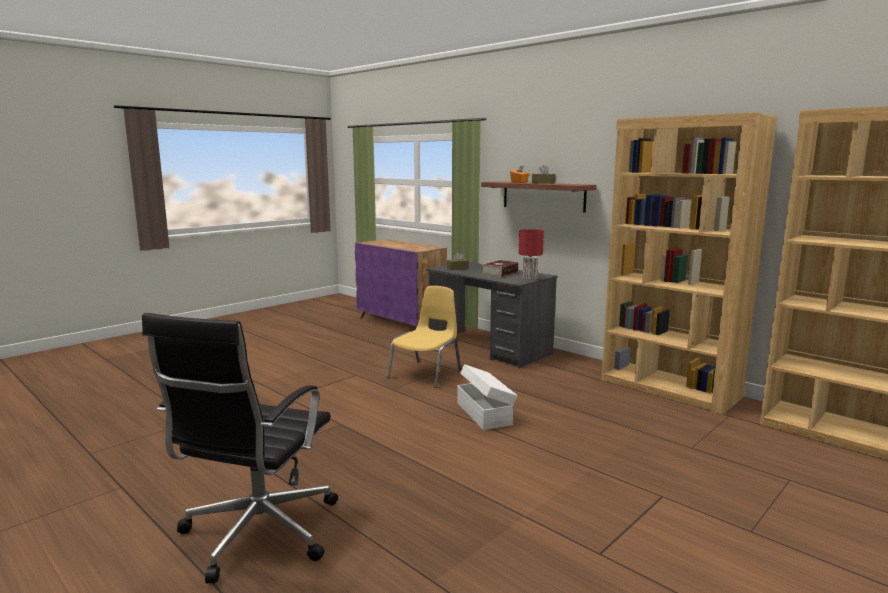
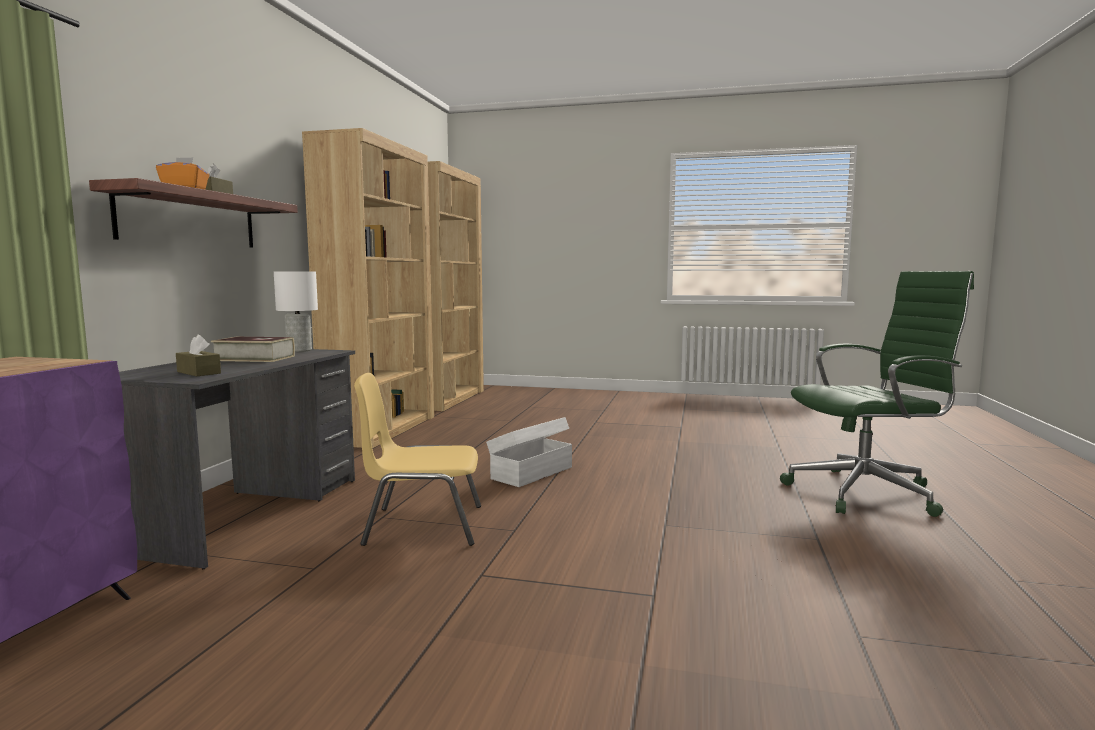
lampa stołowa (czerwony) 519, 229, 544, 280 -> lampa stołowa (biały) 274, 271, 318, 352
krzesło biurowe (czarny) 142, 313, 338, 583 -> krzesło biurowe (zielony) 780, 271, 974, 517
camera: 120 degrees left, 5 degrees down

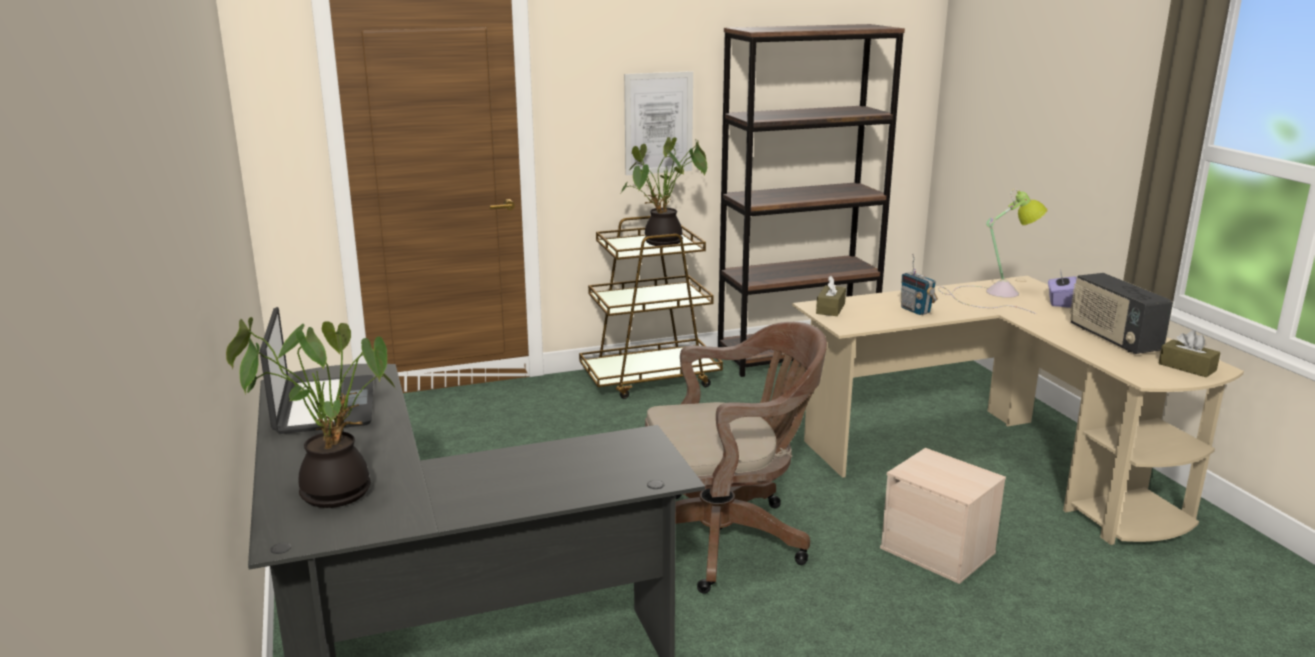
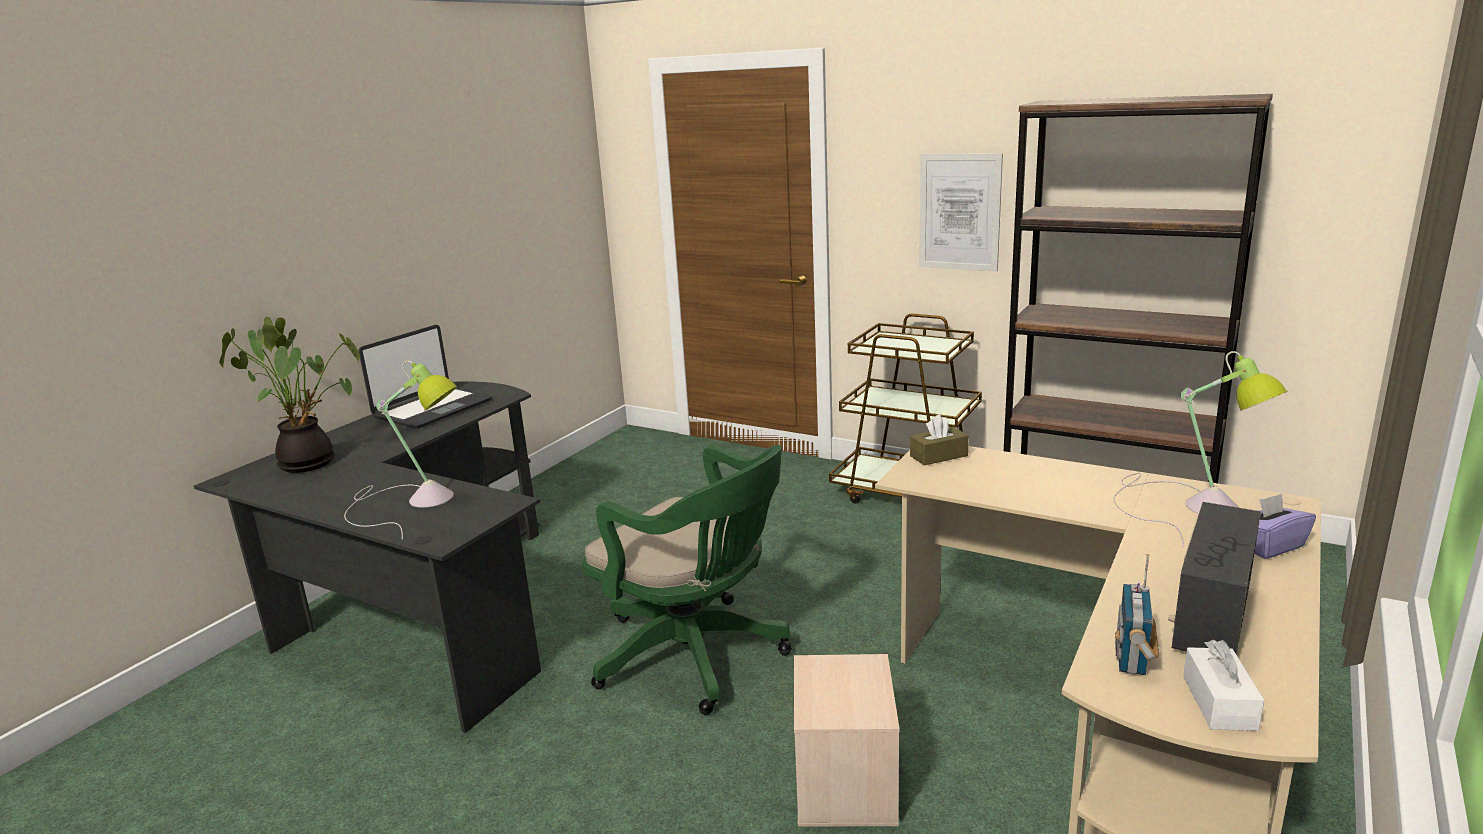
roślina doniczkowa 621, 137, 707, 246 -> none
radio 901, 254, 938, 315 -> radio 1115, 554, 1159, 675, move
krzesło biurowe (brązowy) 645, 322, 827, 594 -> krzesło biurowe (zielony) 582, 445, 792, 715
pudełko chusteczek (brązowy) 1159, 330, 1221, 377 -> pudełko chusteczek (biały) 1183, 640, 1264, 731
none -> lampa stołowa 344, 361, 458, 540
camera: 50 degrees right, 0 degrees up

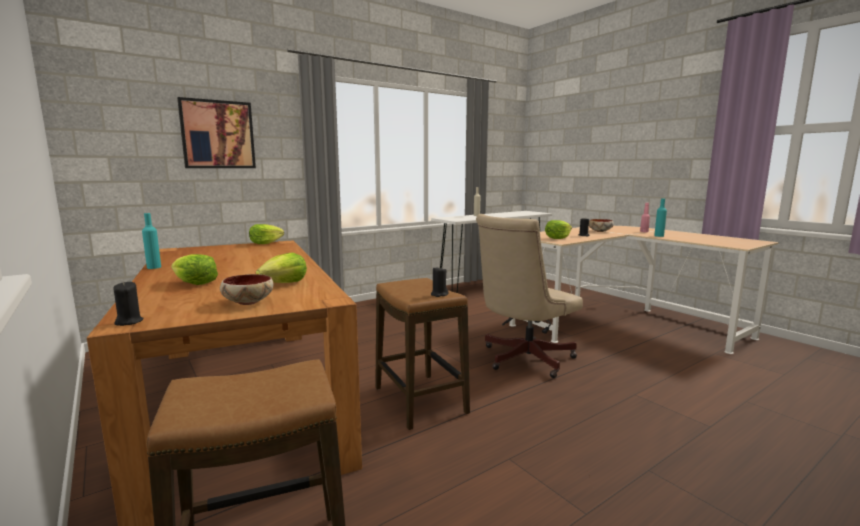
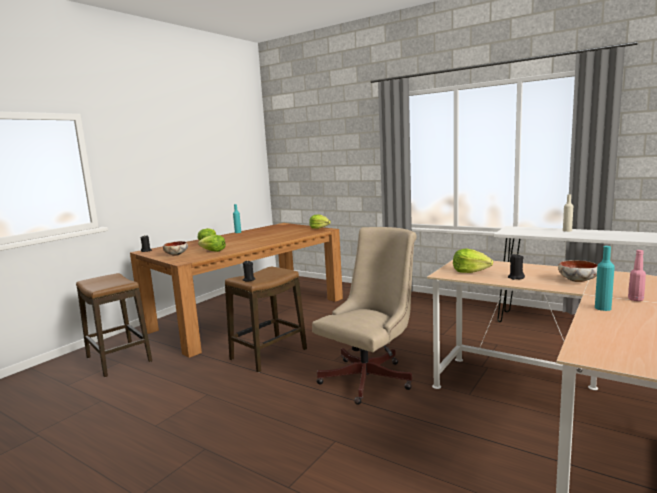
obraz 177, 97, 256, 168 -> none
krzesło biurowe (beżowy) 476, 214, 583, 378 -> krzesło biurowe (beżowy) 312, 227, 417, 405, 105 degrees clockwise
camera: 70 degrees right, 0 degrees up

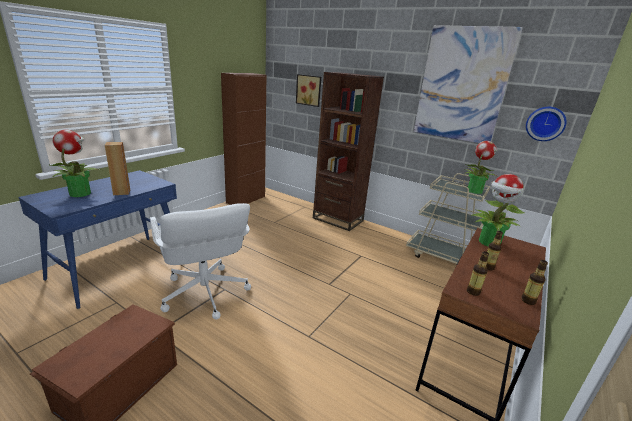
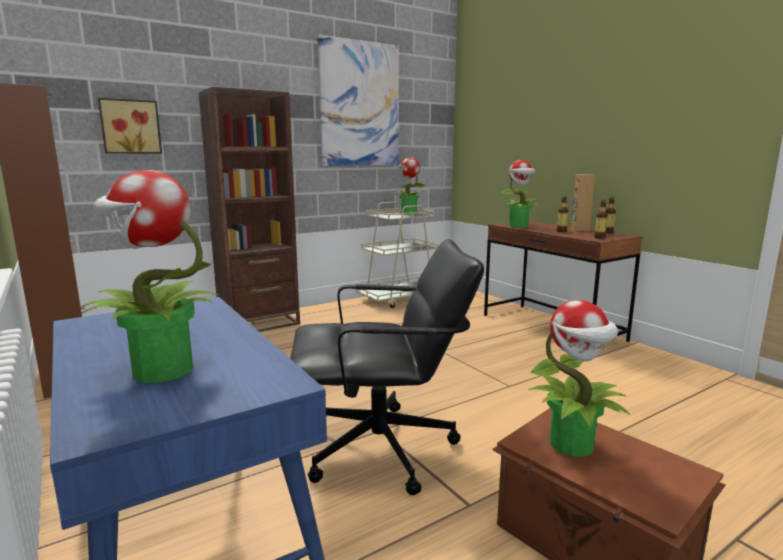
zegar ścienny 526, 107, 567, 141 -> none
głośnik (brązowy) 105, 142, 130, 195 -> głośnik (brązowy) 571, 174, 595, 231, move
krzesło biurowe (biały) 150, 203, 251, 319 -> krzesło biurowe (czarny) 290, 239, 484, 495
none -> roślina doniczkowa 528, 300, 631, 457
camera: 65 degrees left, 10 degrees down

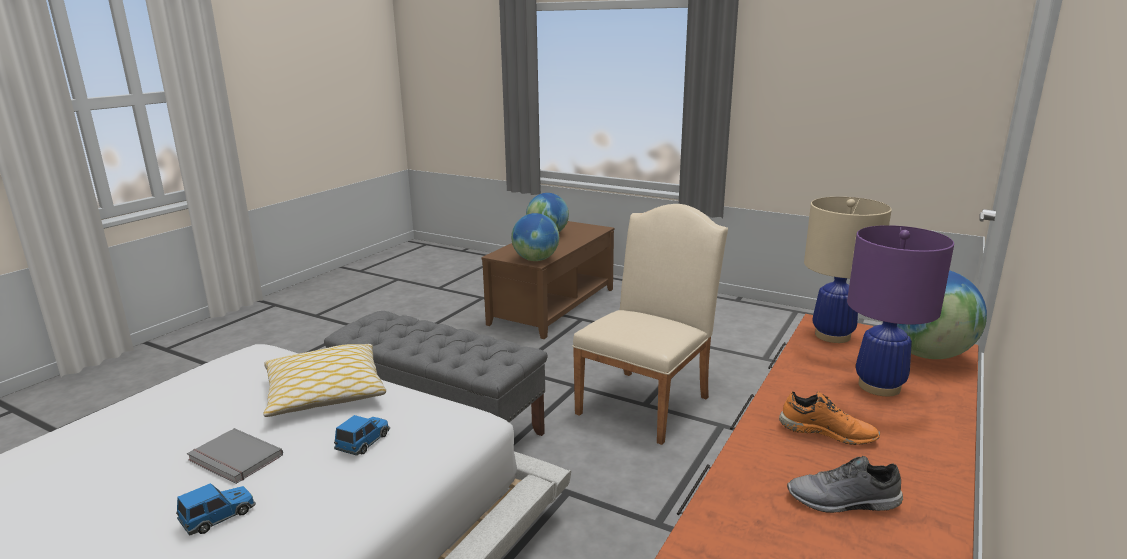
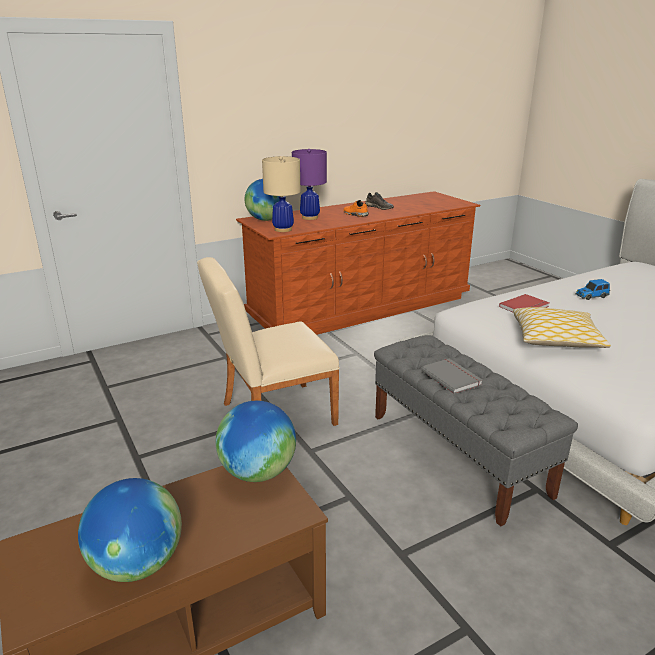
samochodzik 334, 415, 390, 456 -> książka (czerwony) 499, 294, 549, 312
książka (szary) 187, 428, 283, 484 -> książka (szary) 421, 359, 483, 394, move
camera: 150 degrees left, 5 degrees up

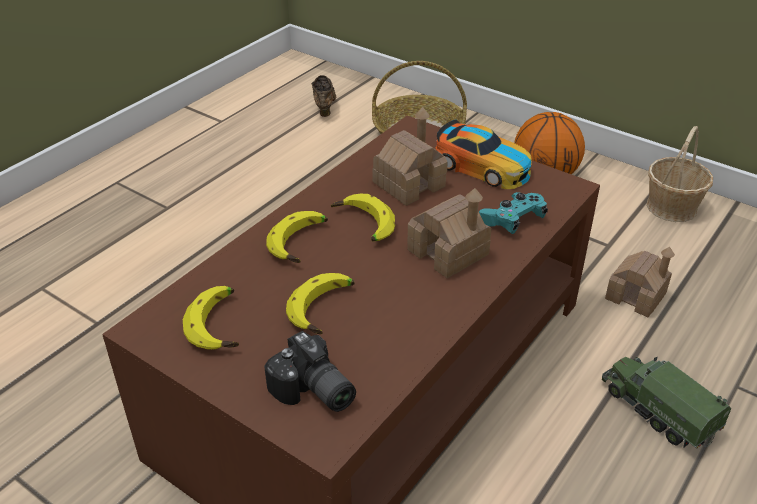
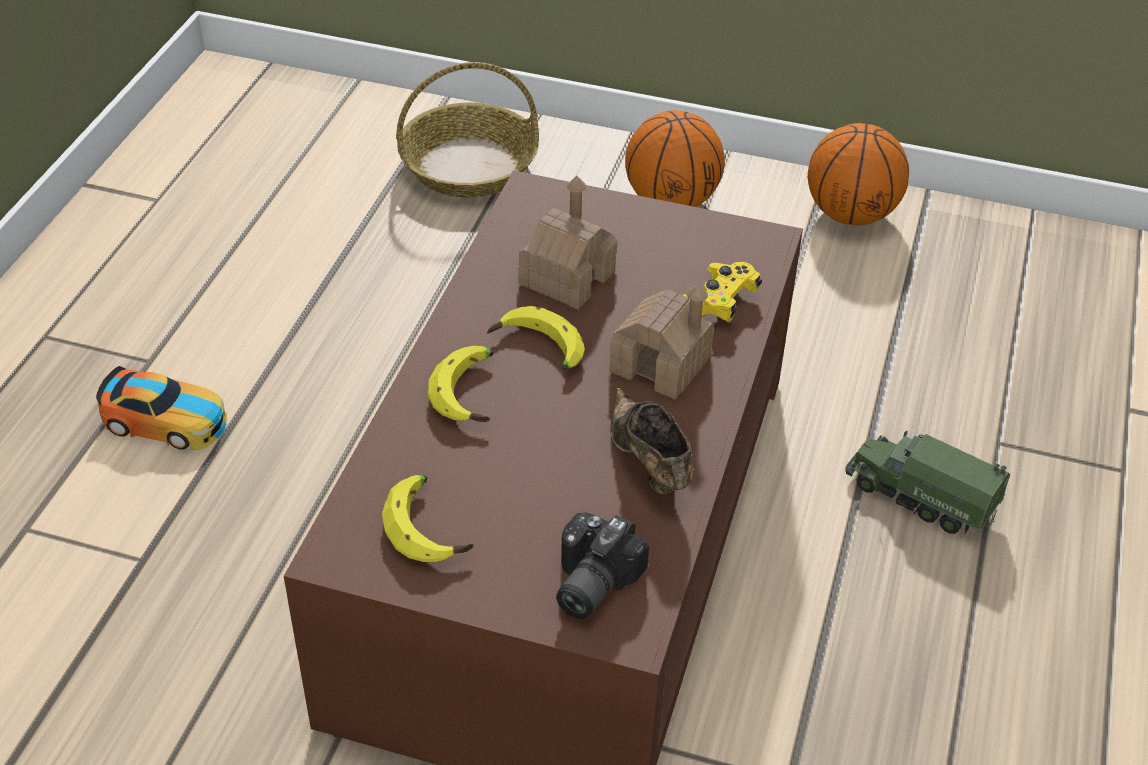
but (brązowy) 311, 75, 336, 117 -> but (brązowy) 610, 388, 693, 496, move
samochodzik 435, 120, 532, 189 -> samochodzik 96, 366, 227, 450, move
koszyk 646, 126, 713, 222 -> piłka do koszykówki 808, 123, 909, 226
pad do gier (turkusowy) 479, 192, 548, 234 -> pad do gier (żółty) 684, 262, 762, 322
domek 605, 247, 675, 317 -> none
banan 286, 273, 355, 334 -> none
aparat fotograficzny 264, 331, 356, 412 -> aparat fotograficzny 556, 512, 649, 619, 90 degrees clockwise
camera: 20 degrees left, 5 degrees up

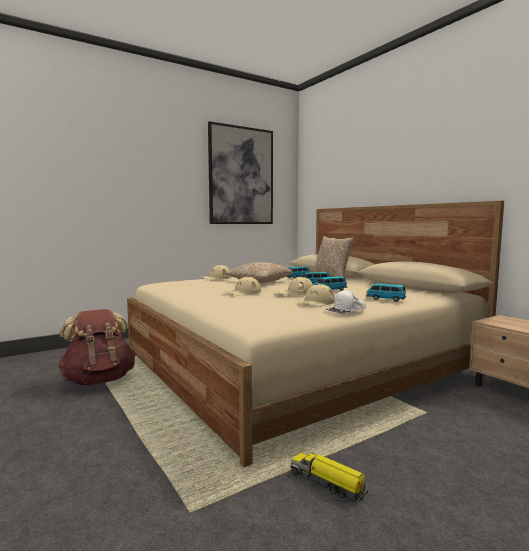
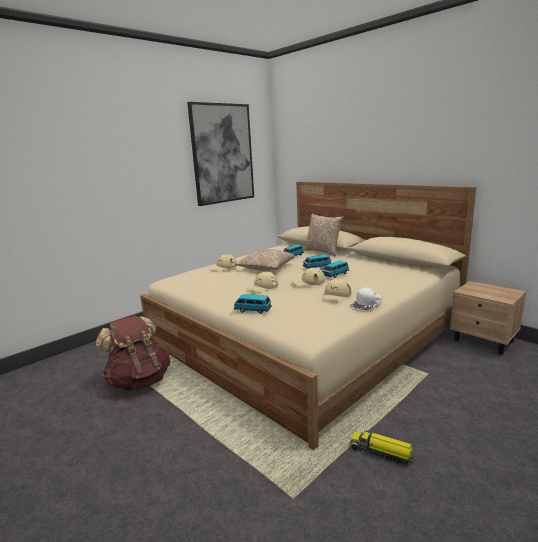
samochodzik 367, 283, 406, 302 -> samochodzik 234, 294, 272, 314, move
camera: 10 degrees left, 10 degrees up

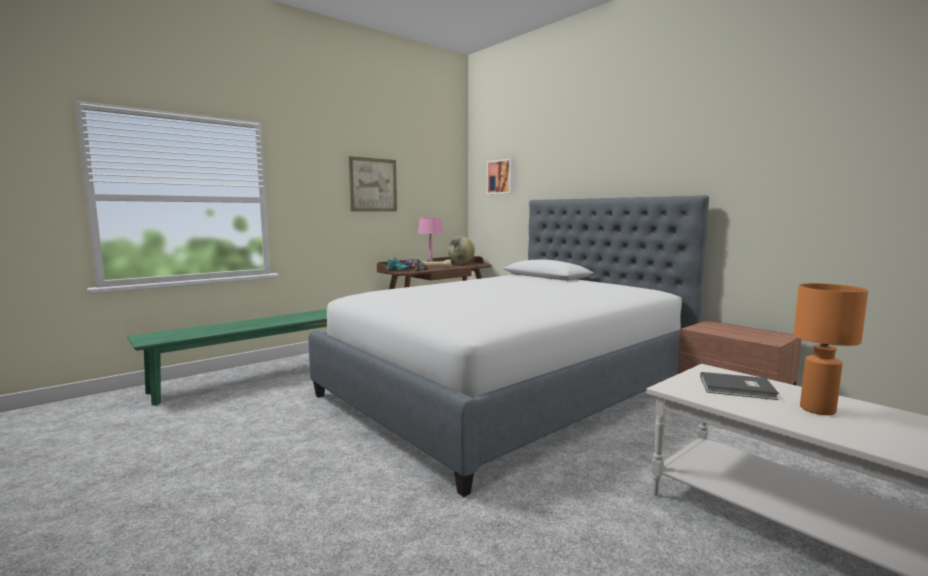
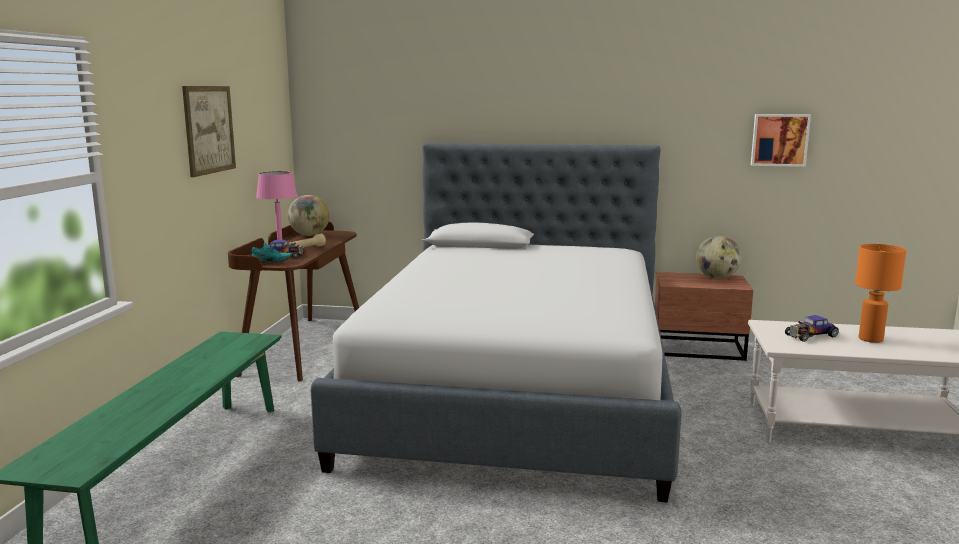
obraz 487, 158, 513, 194 -> obraz 751, 114, 811, 167, move
książka (szary) 700, 372, 779, 400 -> samochodzik 785, 315, 839, 342
none -> globus 696, 236, 742, 279
camera: 40 degrees left, 5 degrees up

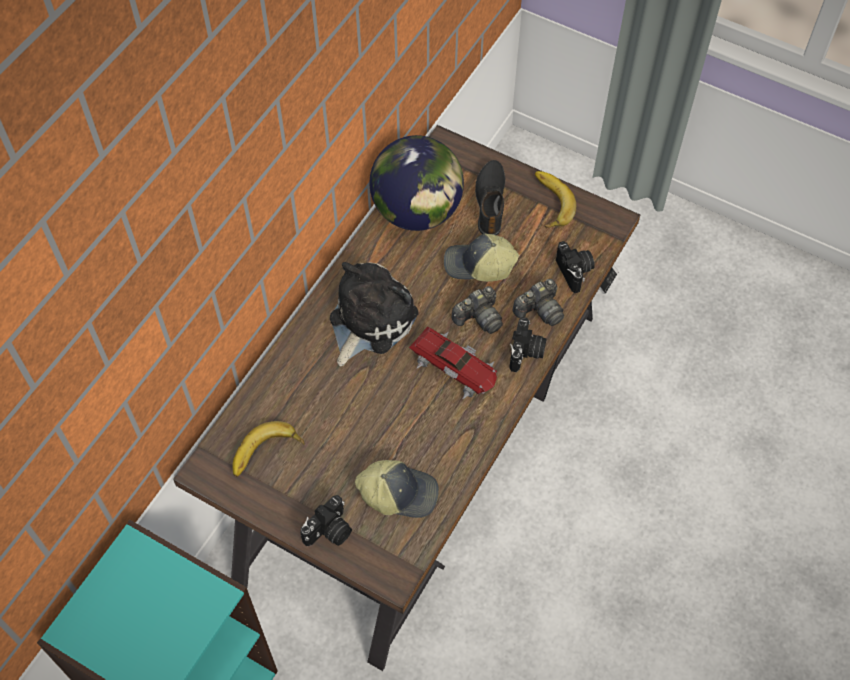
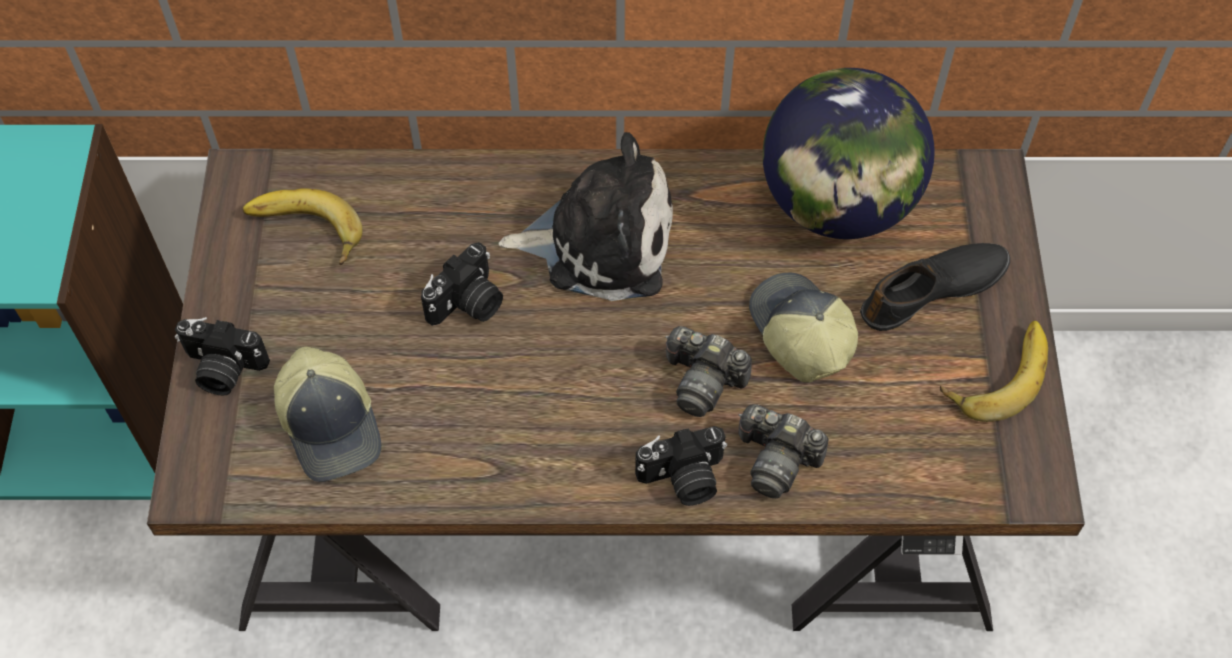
aparat fotograficzny 556, 241, 595, 293 -> aparat fotograficzny 421, 242, 503, 326, move
samochodzik 409, 327, 497, 399 -> none
camera: 60 degrees right, 0 degrees up

